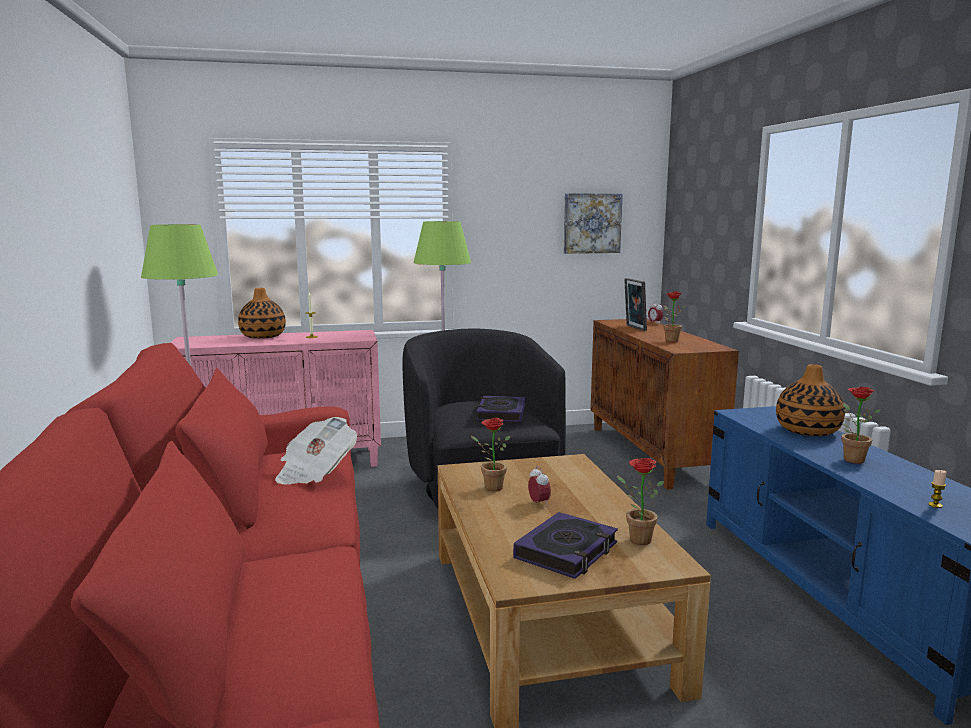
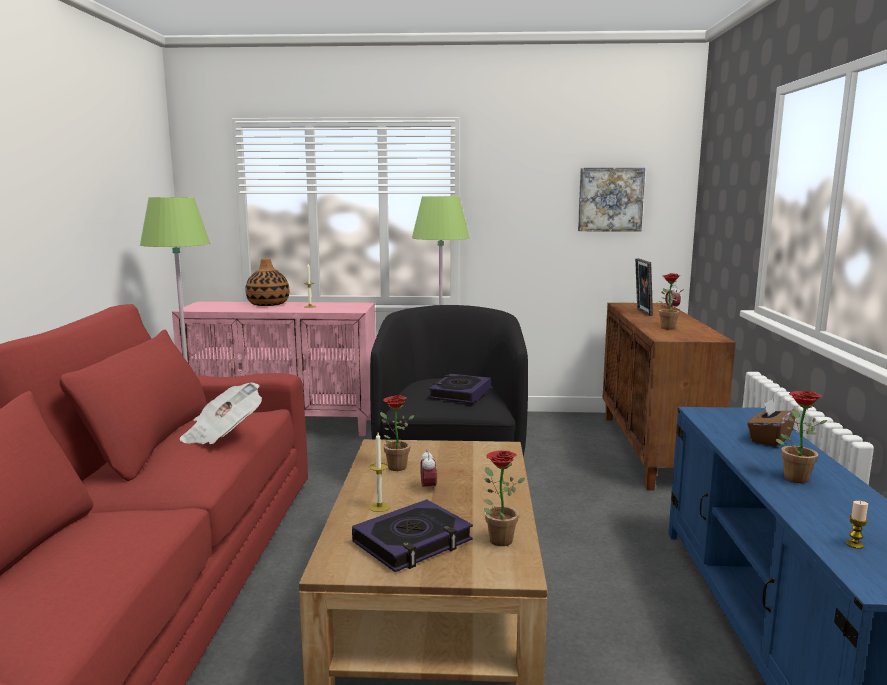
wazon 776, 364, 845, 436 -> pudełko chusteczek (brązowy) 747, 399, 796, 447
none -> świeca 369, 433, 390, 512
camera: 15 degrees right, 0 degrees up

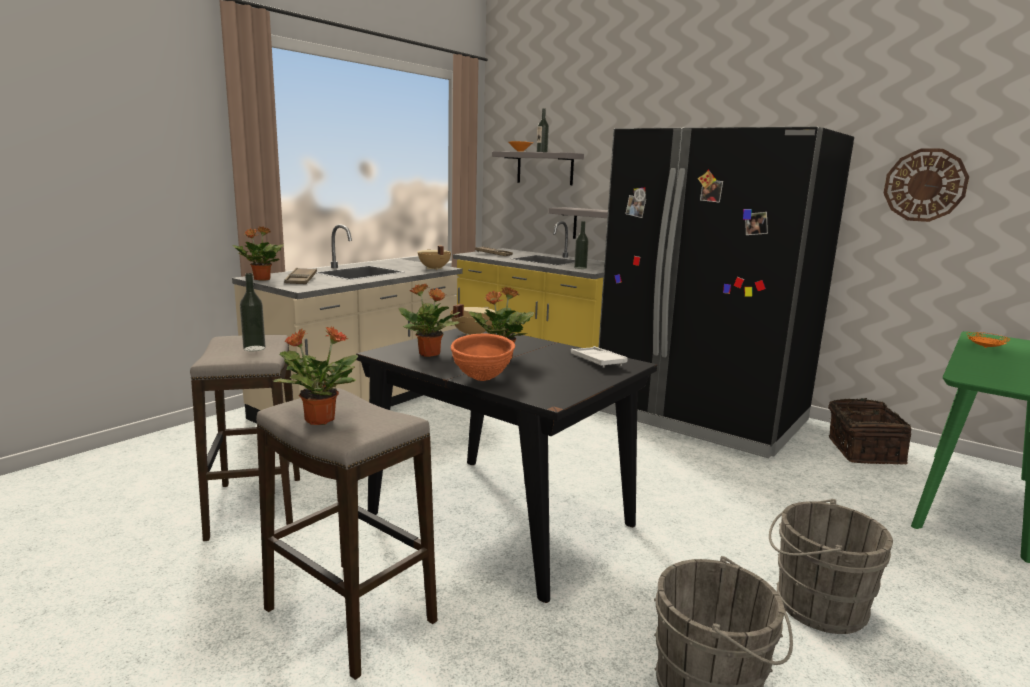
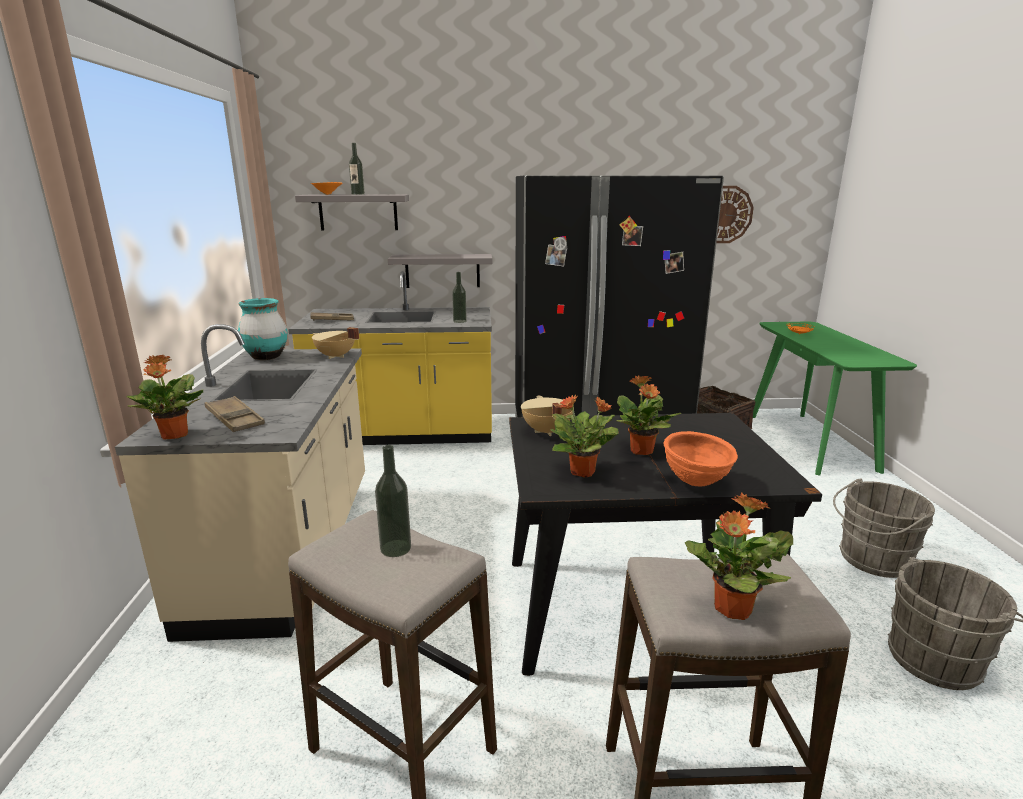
taca (biały) 571, 346, 627, 368 -> none
none -> wazon (turkusowy) 238, 298, 287, 360
camera: 40 degrees left, 5 degrees up

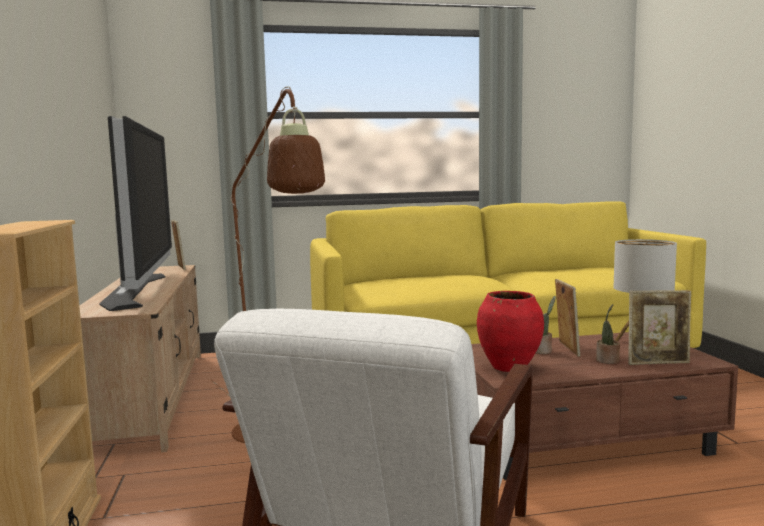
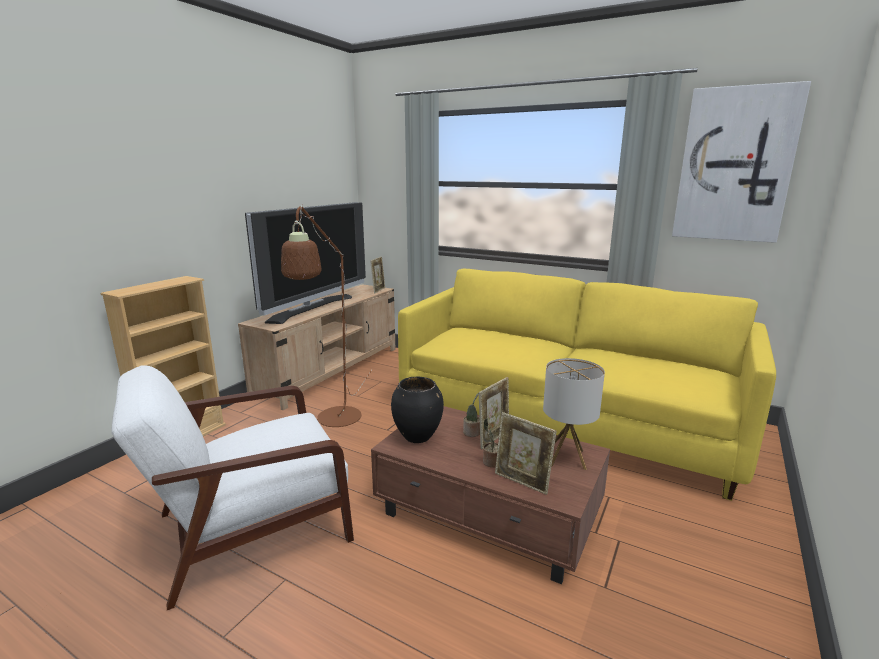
wazon (czerwony) 477, 291, 544, 372 -> wazon (czarny) 391, 377, 444, 443
none -> obraz 672, 81, 811, 243
camera: 40 degrees right, 10 degrees up

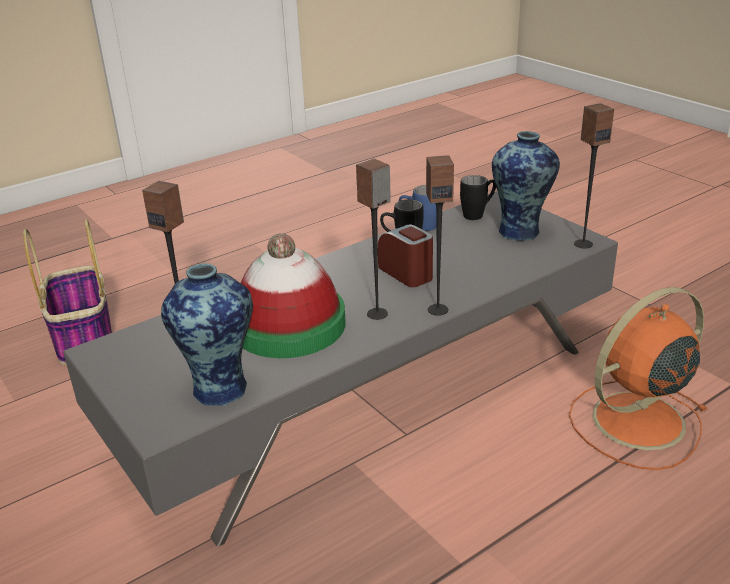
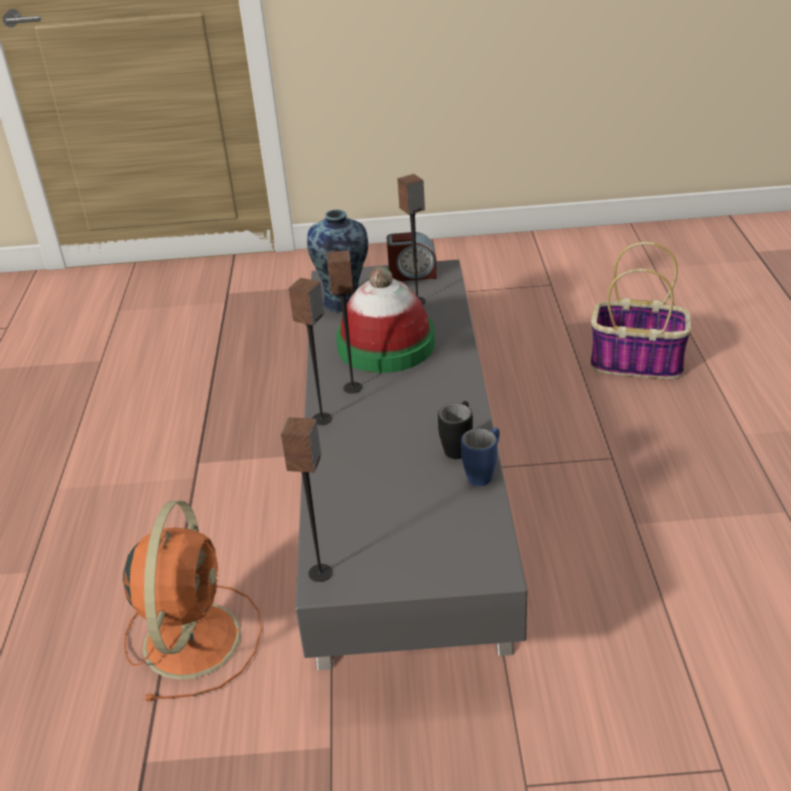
wazon 492, 131, 560, 241 -> none
kubek (czarny) 460, 175, 496, 220 -> none
budzik 378, 225, 433, 287 -> budzik 387, 232, 437, 281, move
camera: 125 degrees right, 5 degrees up

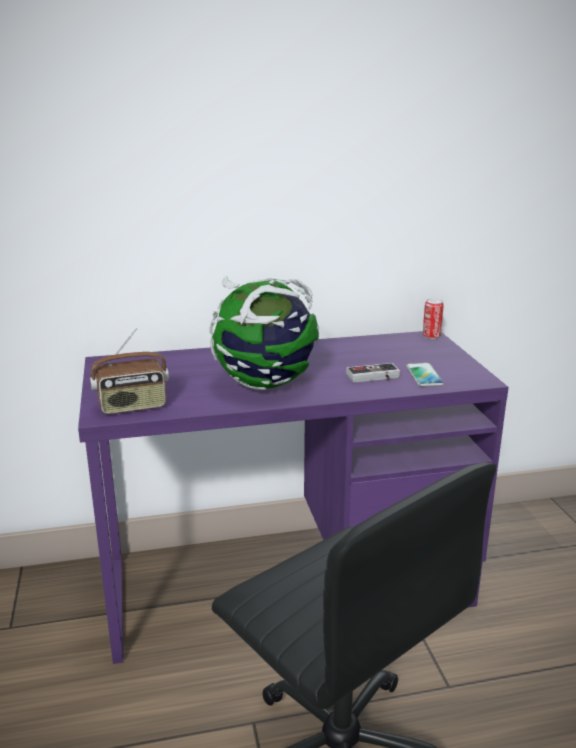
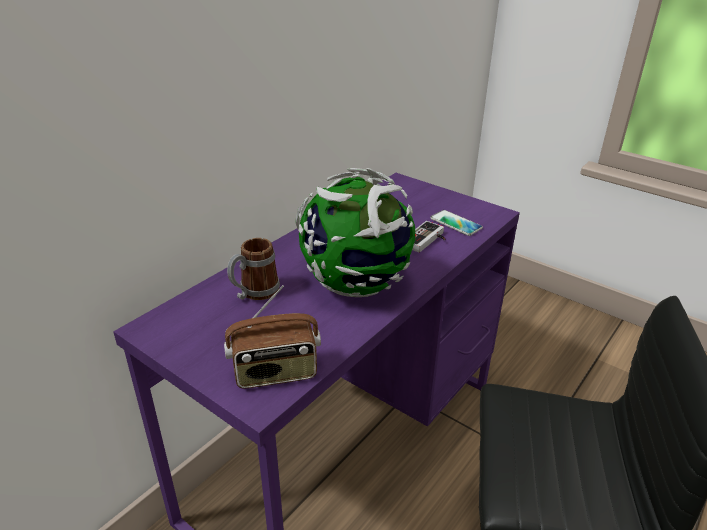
puszka 423, 298, 444, 339 -> none
radio 90, 328, 169, 414 -> radio 224, 285, 321, 389, 45 degrees clockwise
none -> kubek 227, 238, 280, 300
camera: 40 degrees left, 10 degrees up

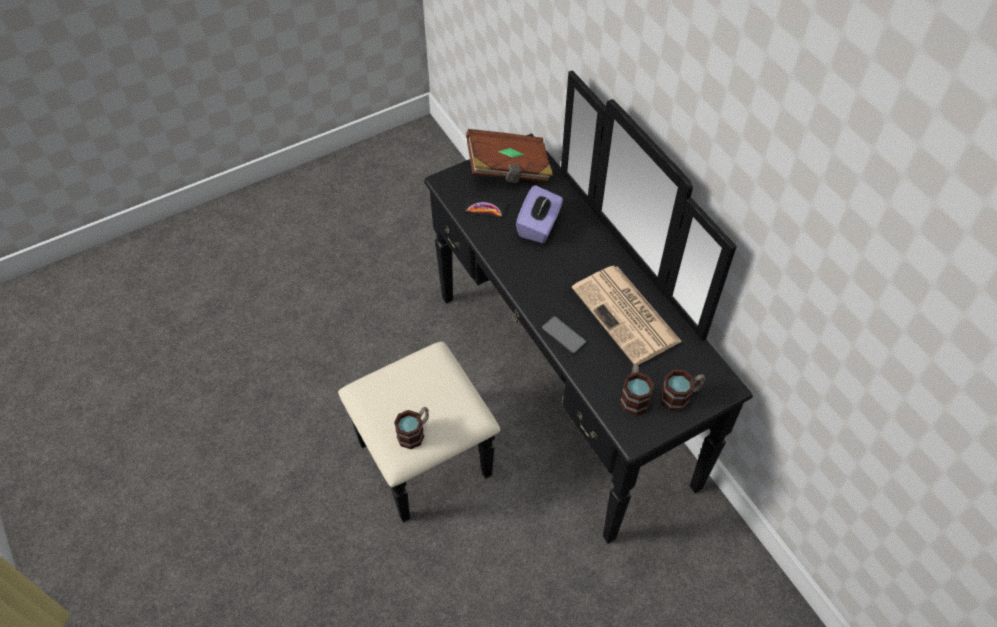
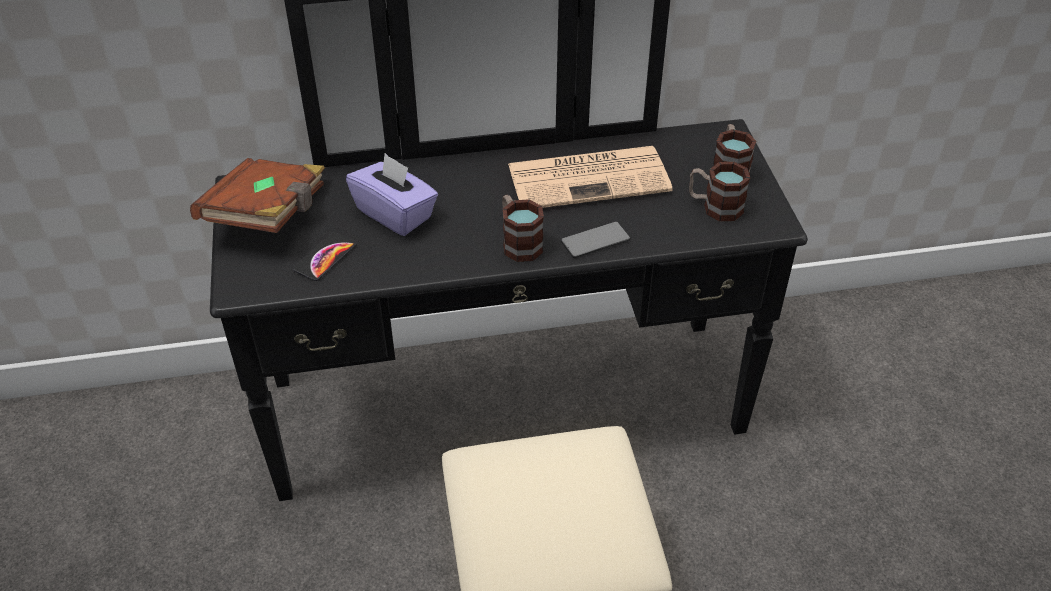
kubek 394, 407, 429, 449 -> kubek 502, 195, 544, 262, move
camera: 70 degrees left, 10 degrees down

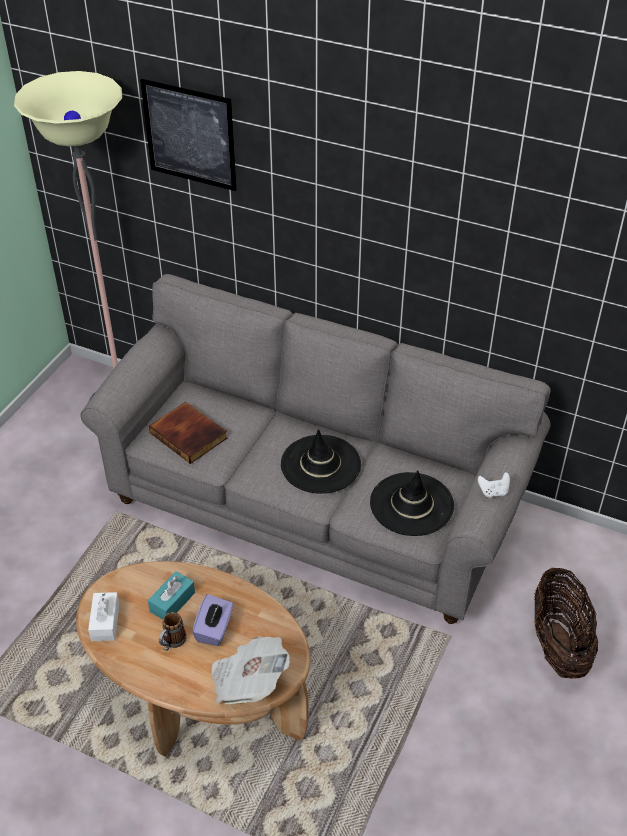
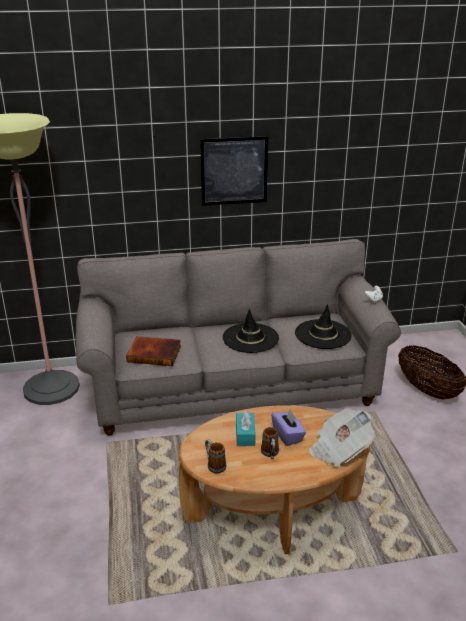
obraz 140, 79, 236, 191 -> obraz 200, 136, 268, 206, move
pudełko chusteczek (biały) 88, 592, 119, 641 -> kubek 205, 439, 226, 473
camera: 35 degrees left, 15 degrees down

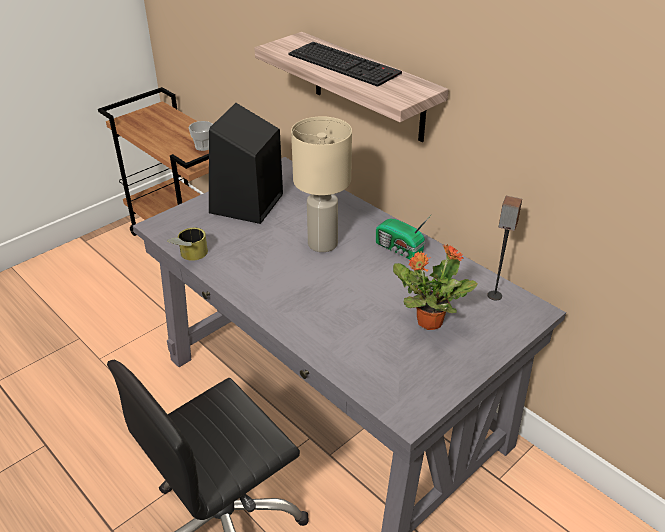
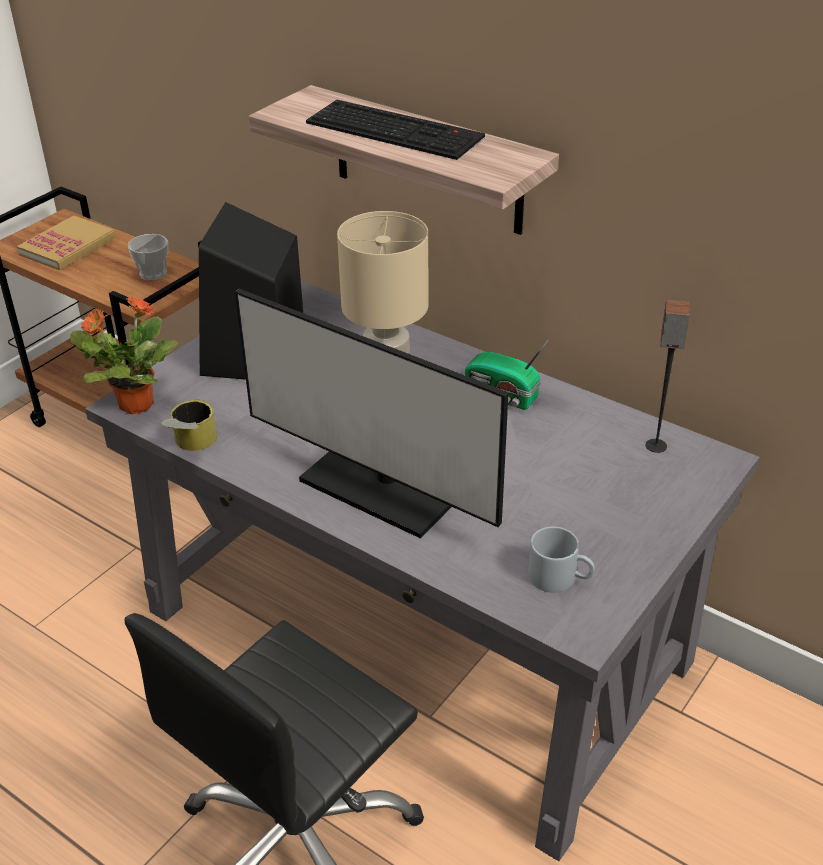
roślina doniczkowa 393, 245, 478, 330 -> roślina doniczkowa 70, 297, 179, 414, move
none -> książka 17, 215, 116, 271
none -> monitor 235, 289, 509, 539
none -> kubek (szary) 528, 527, 595, 593
camera: 10 degrees left, 0 degrees up

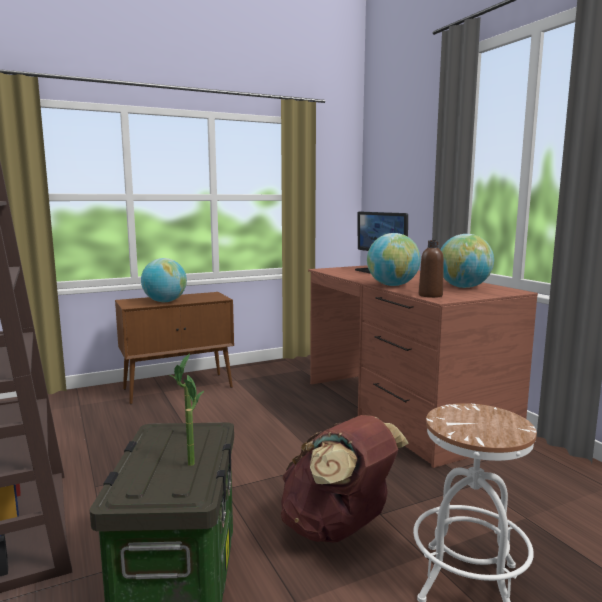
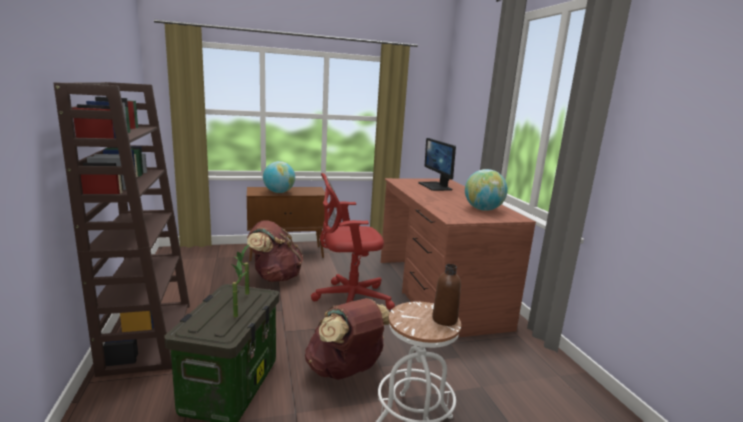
globus 367, 233, 421, 286 -> none
butelka (brązowy) 419, 240, 444, 298 -> butelka (brązowy) 432, 264, 461, 326, move
none -> krzesło biurowe (czerwony) 311, 173, 395, 310
none -> plecak (brązowy) 247, 221, 303, 282
camera: 10 degrees right, 5 degrees up

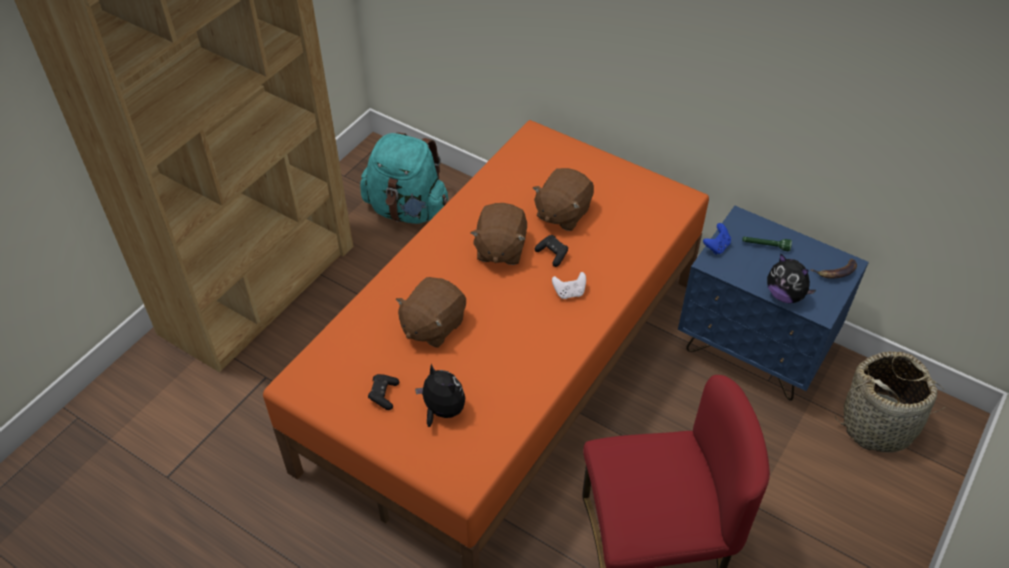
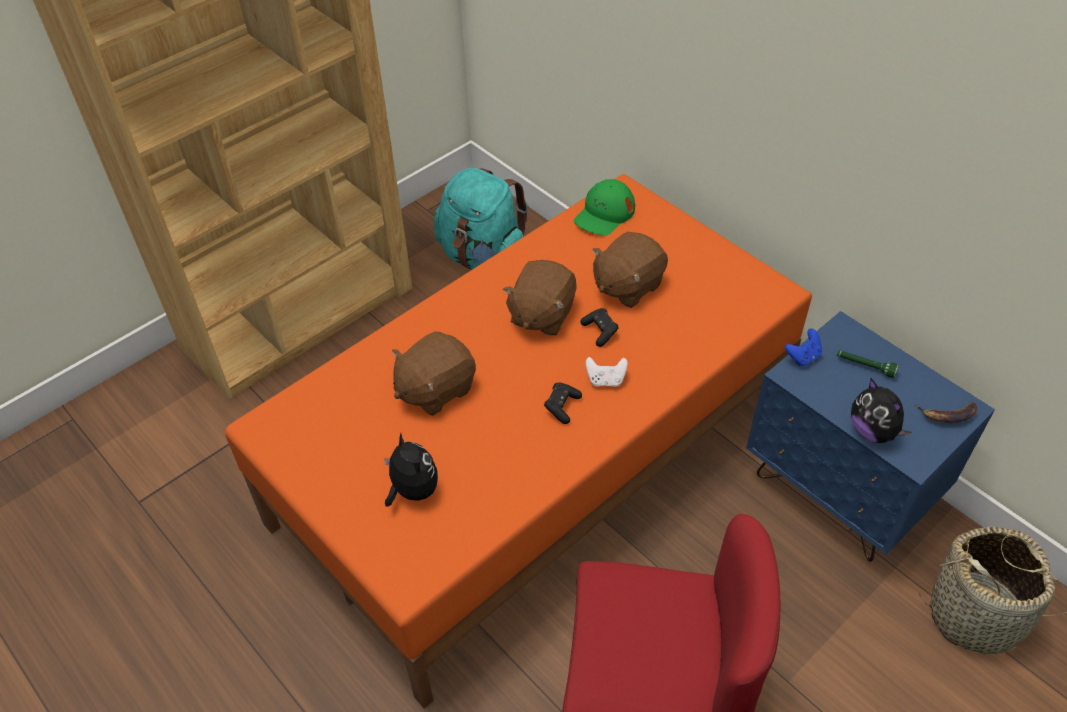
pad do gier (czarny) 368, 374, 399, 410 -> pad do gier (czarny) 544, 382, 582, 424, move
none -> czapka z daszkiem (zielony) 574, 179, 635, 236
camera: 15 degrees right, 0 degrees up

